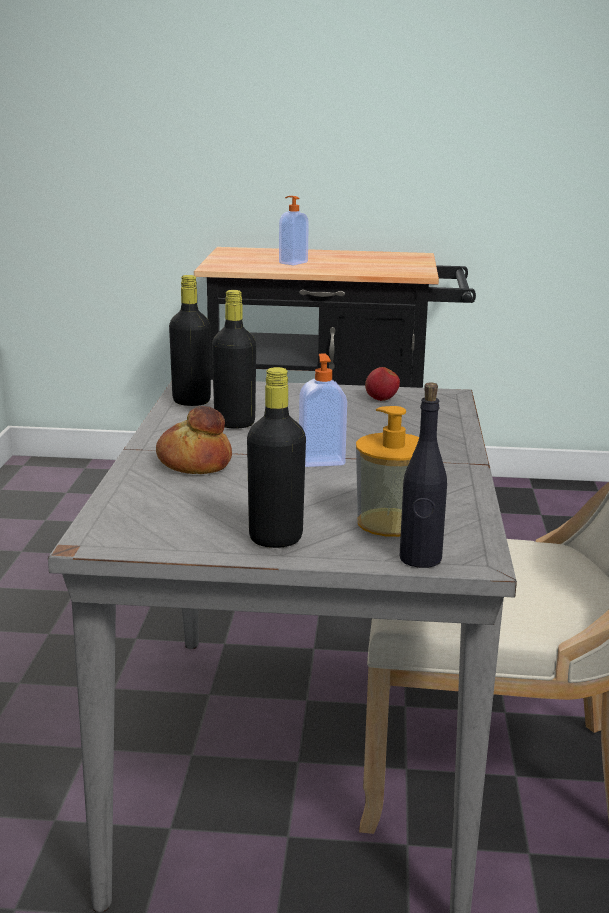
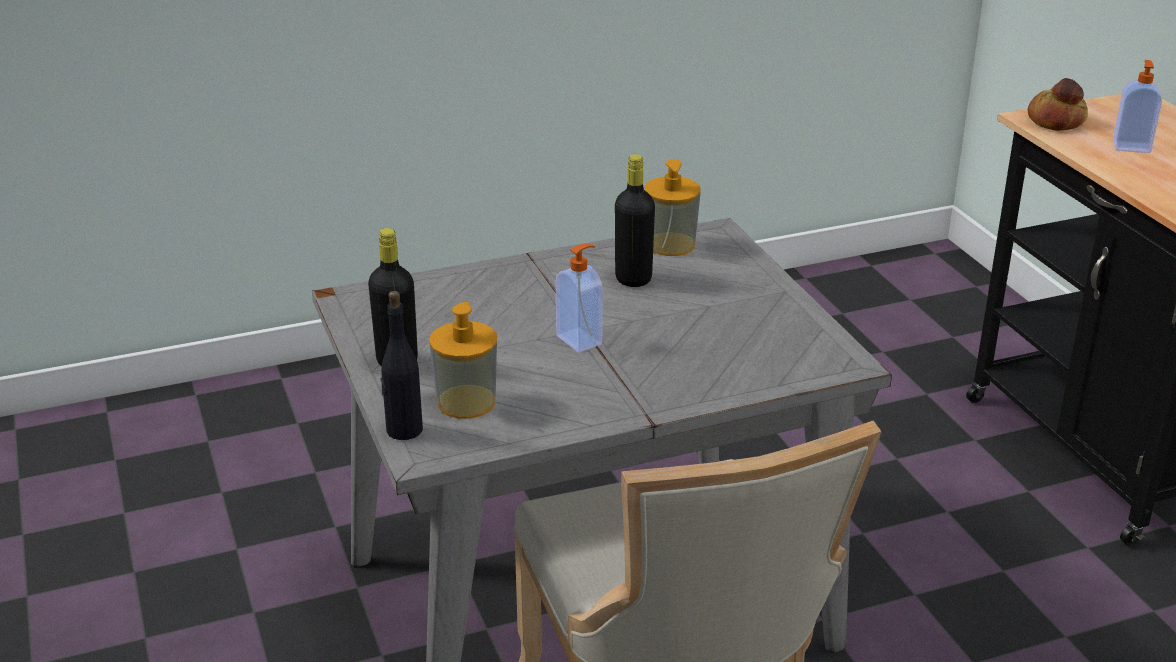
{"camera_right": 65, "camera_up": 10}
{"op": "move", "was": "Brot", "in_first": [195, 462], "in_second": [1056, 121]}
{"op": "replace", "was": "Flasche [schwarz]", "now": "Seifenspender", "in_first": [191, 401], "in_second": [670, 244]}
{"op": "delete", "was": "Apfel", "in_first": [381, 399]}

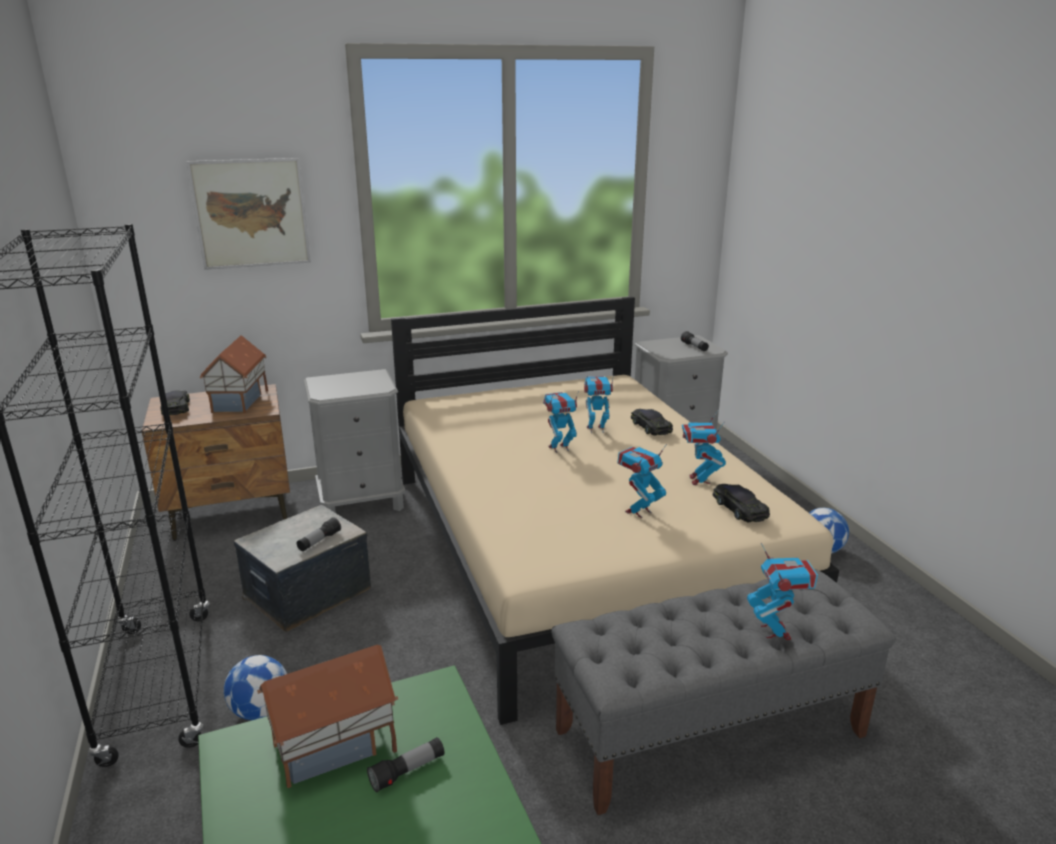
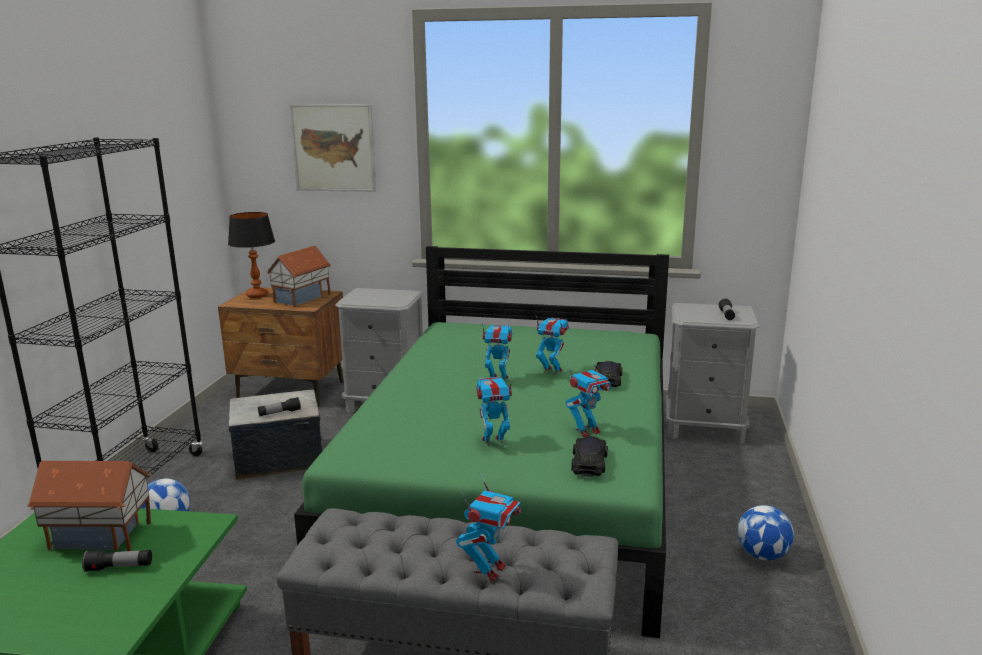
{"camera_right": 30, "camera_up": -5}
{"op": "replace", "was": "Spielzeugauto [schwarz]", "now": "Tischlampe", "in_first": [175, 407], "in_second": [257, 295]}
{"op": "recolor", "was": "Bett [beige]", "now": "Bett [grün]", "in_first": [579, 549], "in_second": [516, 486]}
{"op": "rotate", "was": "Spielzeugroboter", "in_first": [699, 480], "in_second": [587, 431], "clockwise": -150}

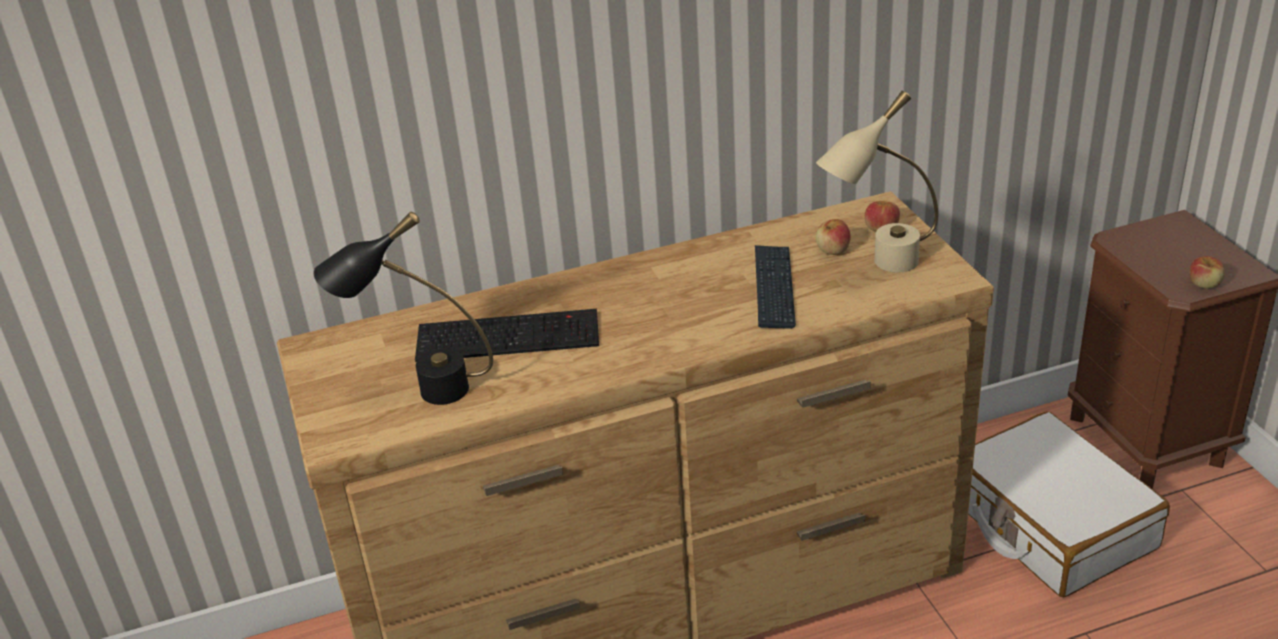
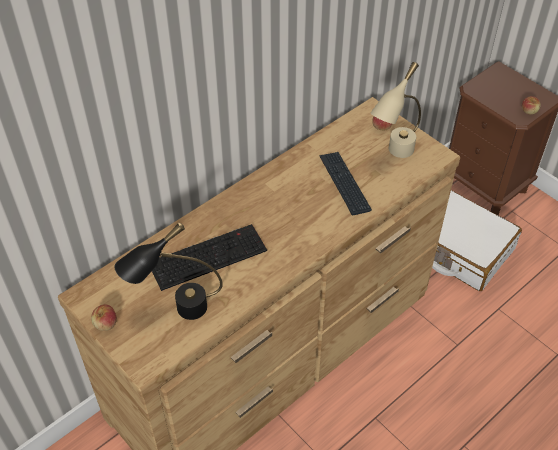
{"camera_right": -25, "camera_up": 15}
{"op": "move", "was": "Apfel", "in_first": [833, 250], "in_second": [106, 324]}

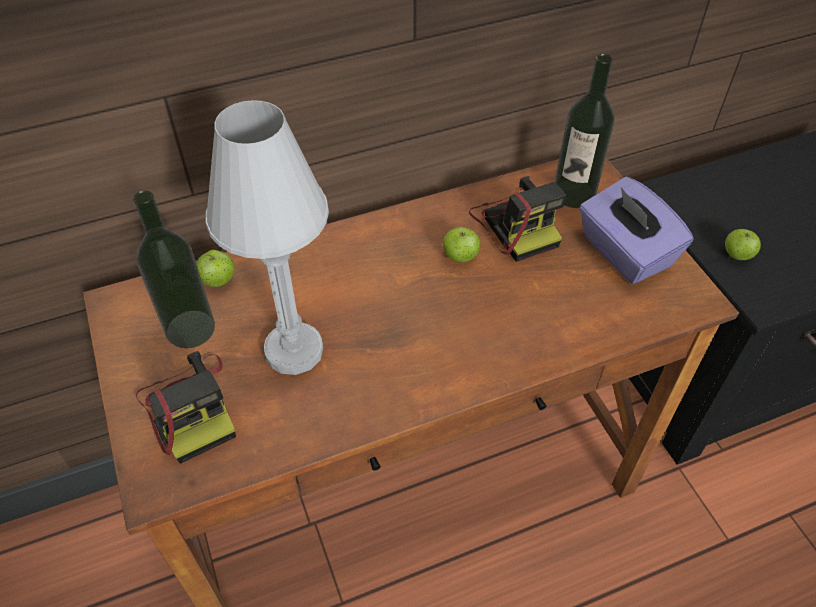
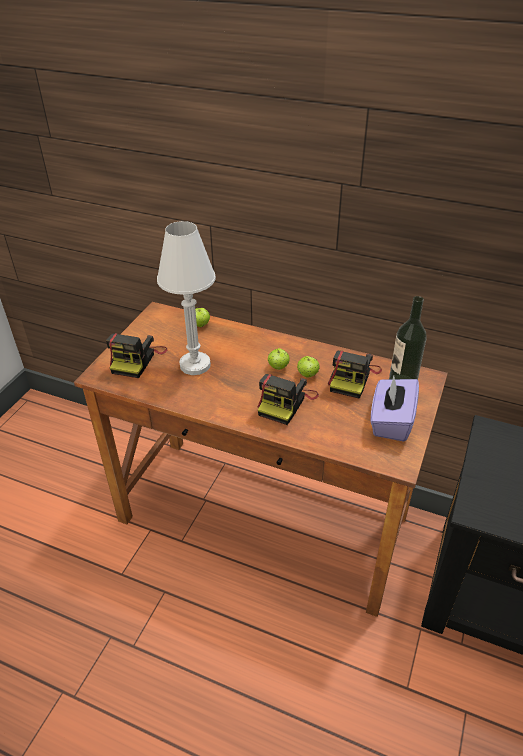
{"camera_right": 45, "camera_up": -10}
{"op": "delete", "was": "Flasche", "in_first": [190, 329]}
{"op": "move", "was": "Apfel", "in_first": [737, 255], "in_second": [278, 367]}
{"op": "insert", "now": "Kamera", "in_second": [286, 402]}

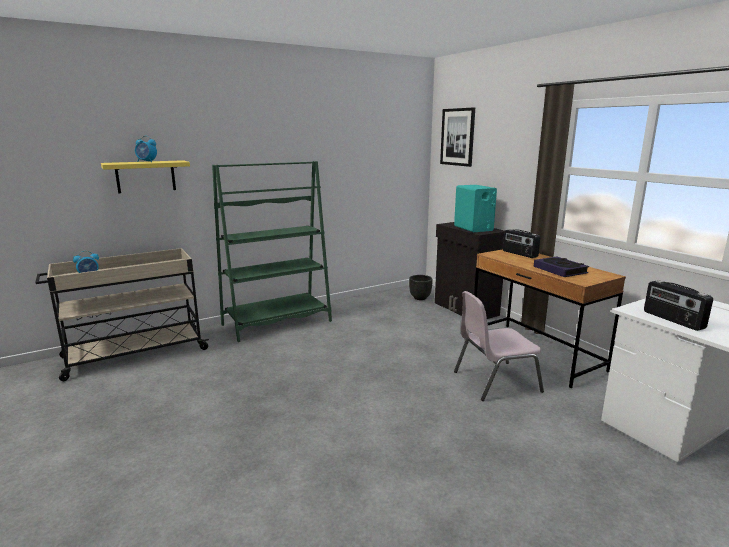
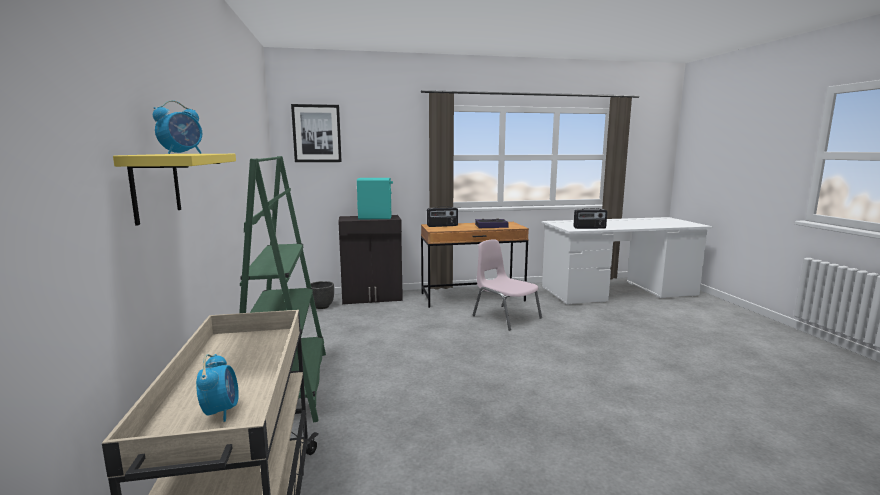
{"camera_right": -70, "camera_up": -5}
{"op": "rotate", "was": "Stuhl [rosa]", "in_first": [494, 381], "in_second": [505, 317], "clockwise": 135}

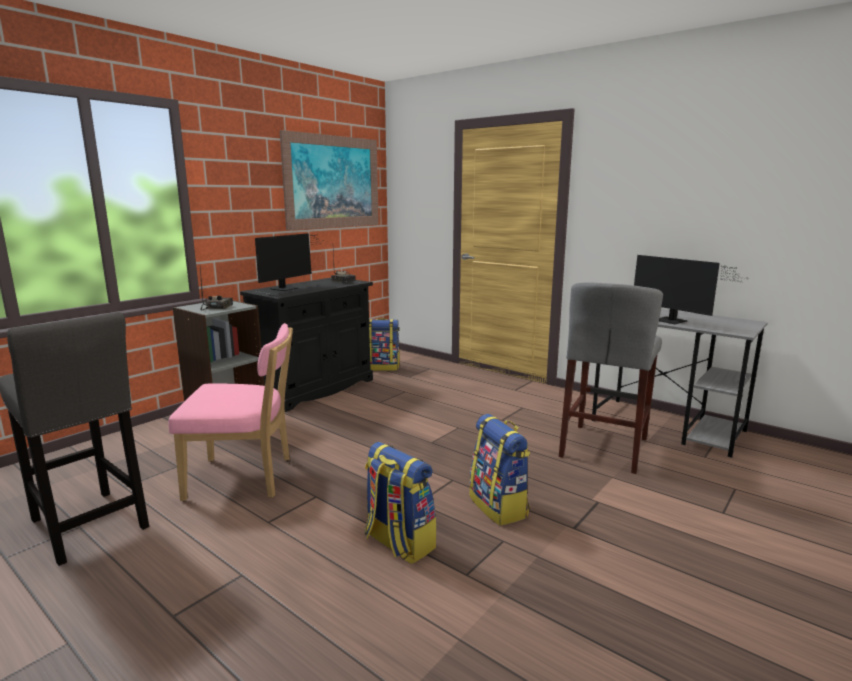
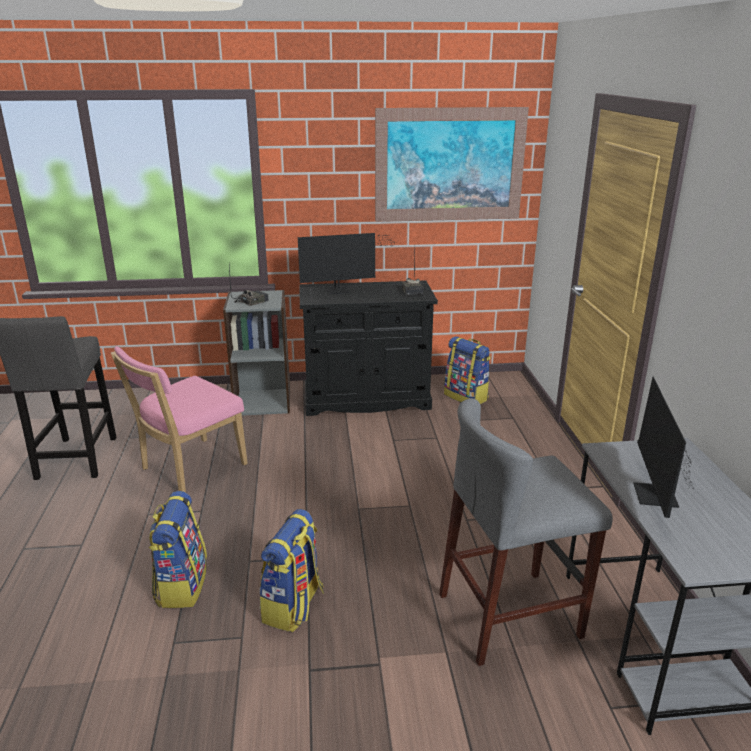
{"camera_right": 45, "camera_up": 10}
{"op": "rotate", "was": "Stuhl [rosa]", "in_first": [245, 478], "in_second": [189, 468], "clockwise": 90}

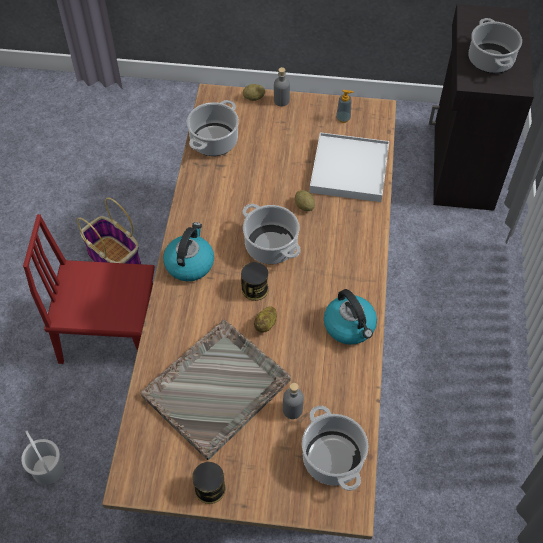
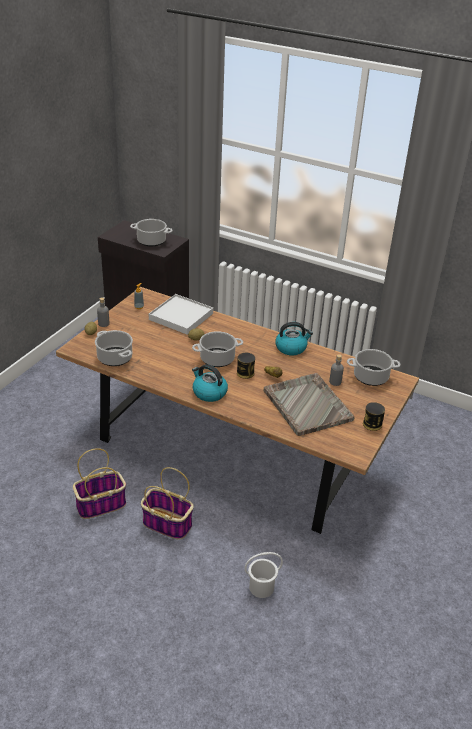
{"camera_right": -70, "camera_up": -20}
{"op": "replace", "was": "Stuhl [rot]", "now": "Korb", "in_first": [110, 333], "in_second": [166, 524]}

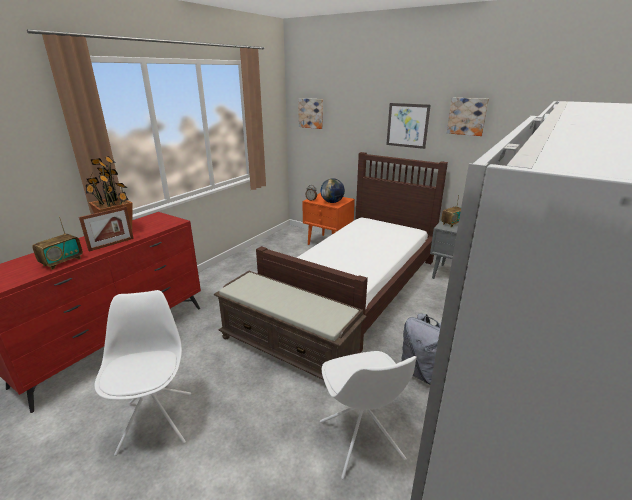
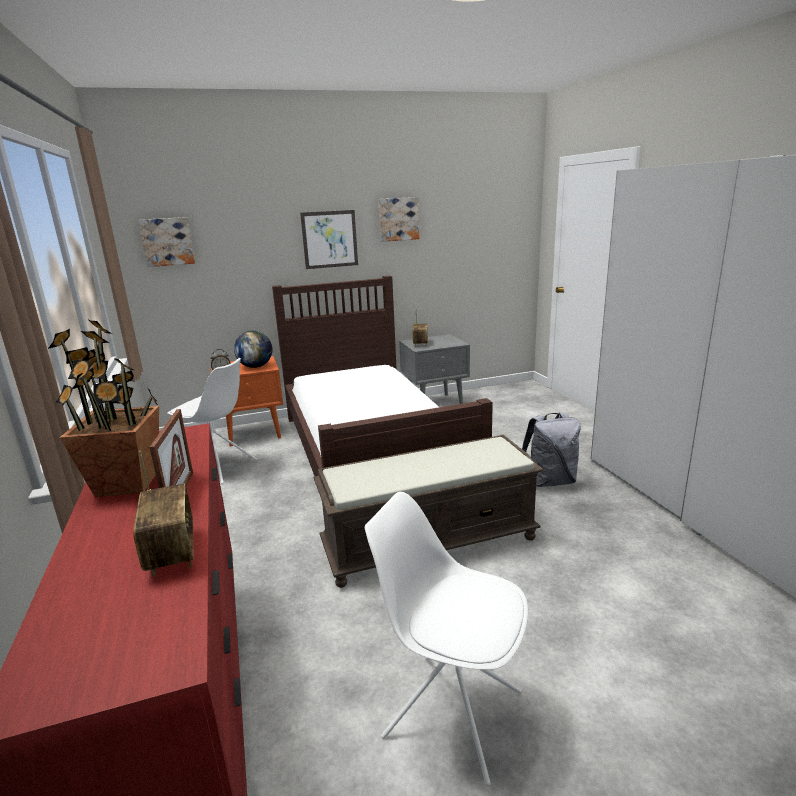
{"camera_right": -50, "camera_up": -5}
{"op": "move", "was": "Stuhl [weiß]", "in_first": [361, 441], "in_second": [219, 468]}

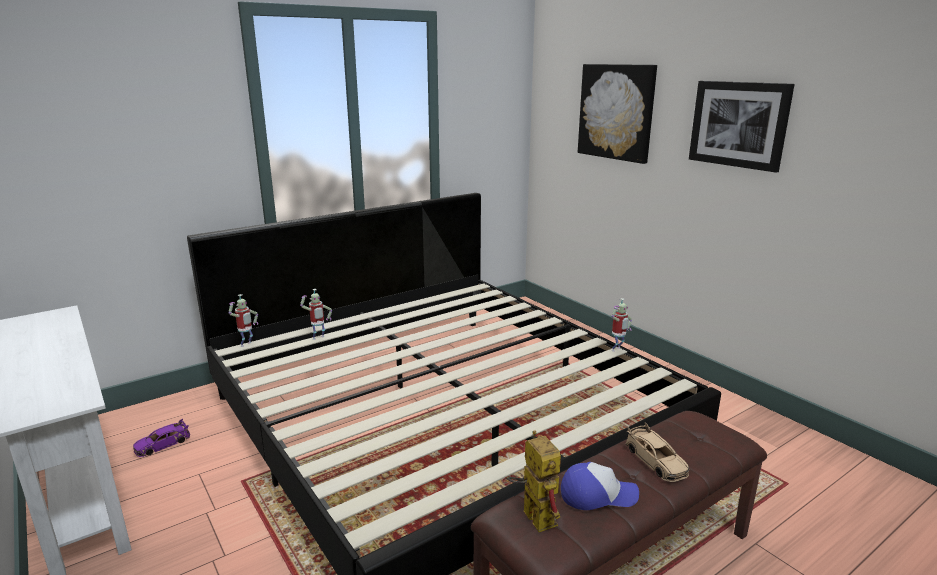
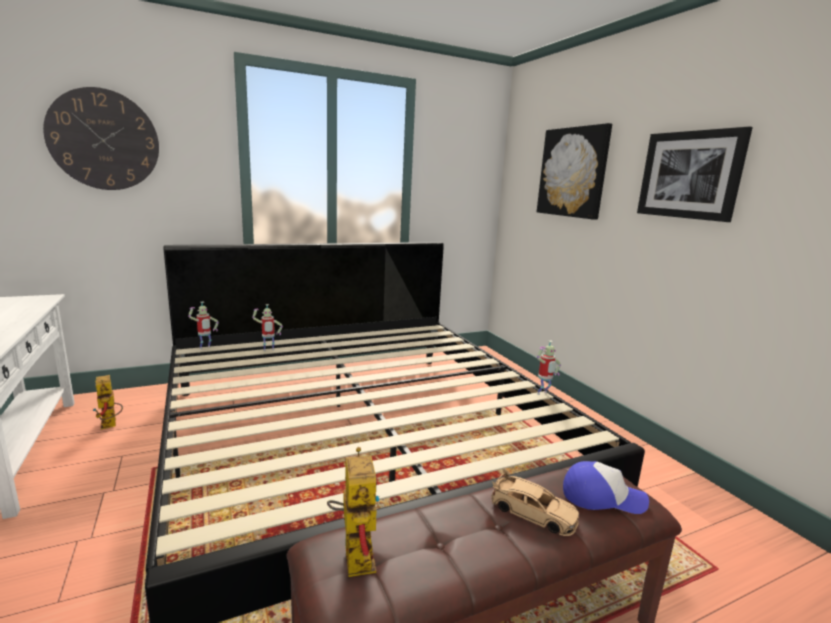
{"camera_right": 10, "camera_up": -5}
{"op": "replace", "was": "Spielzeugauto [lila]", "now": "Spielzeugroboter", "in_first": [163, 444], "in_second": [111, 425]}
{"op": "move", "was": "Kappe", "in_first": [597, 494], "in_second": [602, 497]}
{"op": "rotate", "was": "Spielzeugauto [beige]", "in_first": [655, 461], "in_second": [532, 512], "clockwise": -45}
{"op": "insert", "now": "Wanduhr", "in_second": [104, 140]}

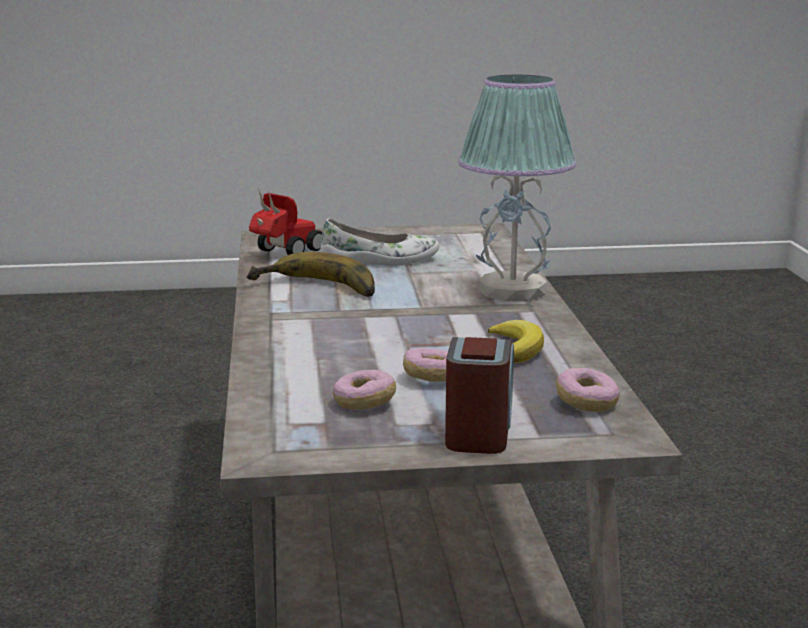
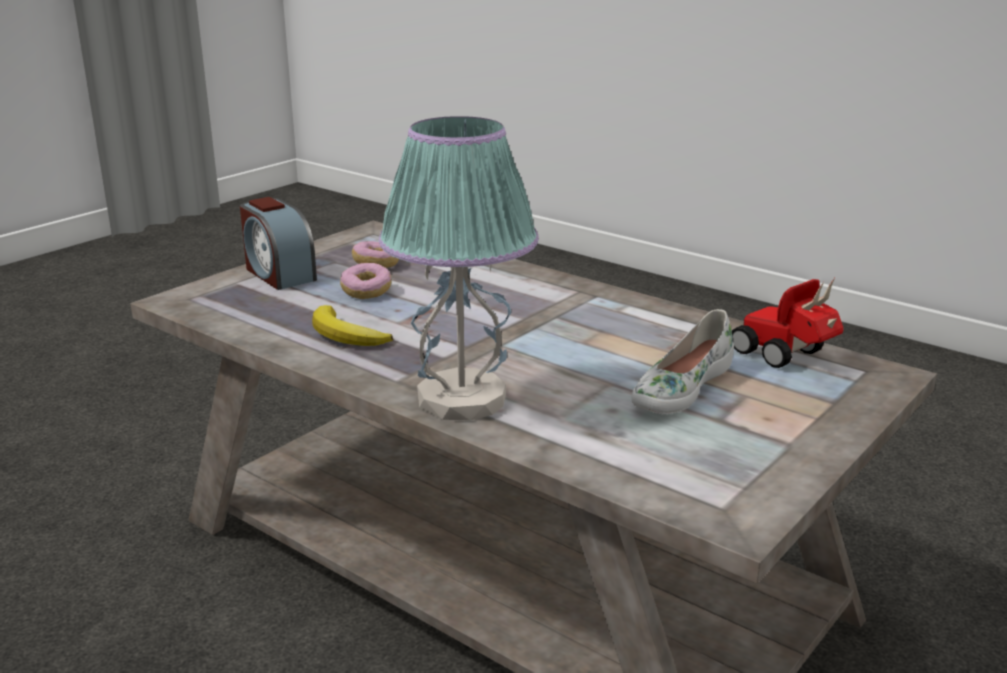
{"camera_right": 135, "camera_up": 5}
{"op": "delete", "was": "Banane", "in_first": [315, 289]}
{"op": "rotate", "was": "Spielzeugauto", "in_first": [284, 253], "in_second": [787, 357], "clockwise": 150}
{"op": "delete", "was": "Donut", "in_first": [587, 403]}

